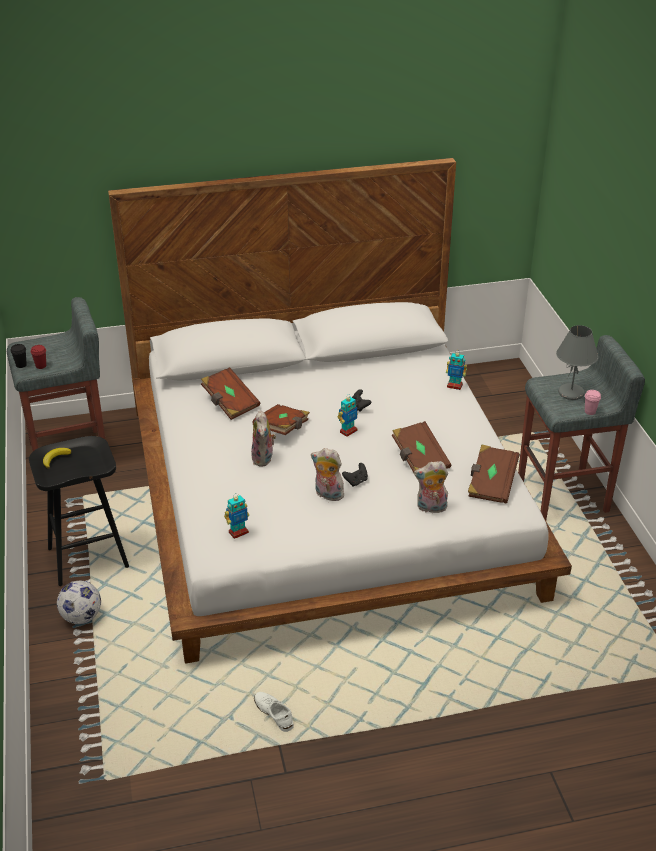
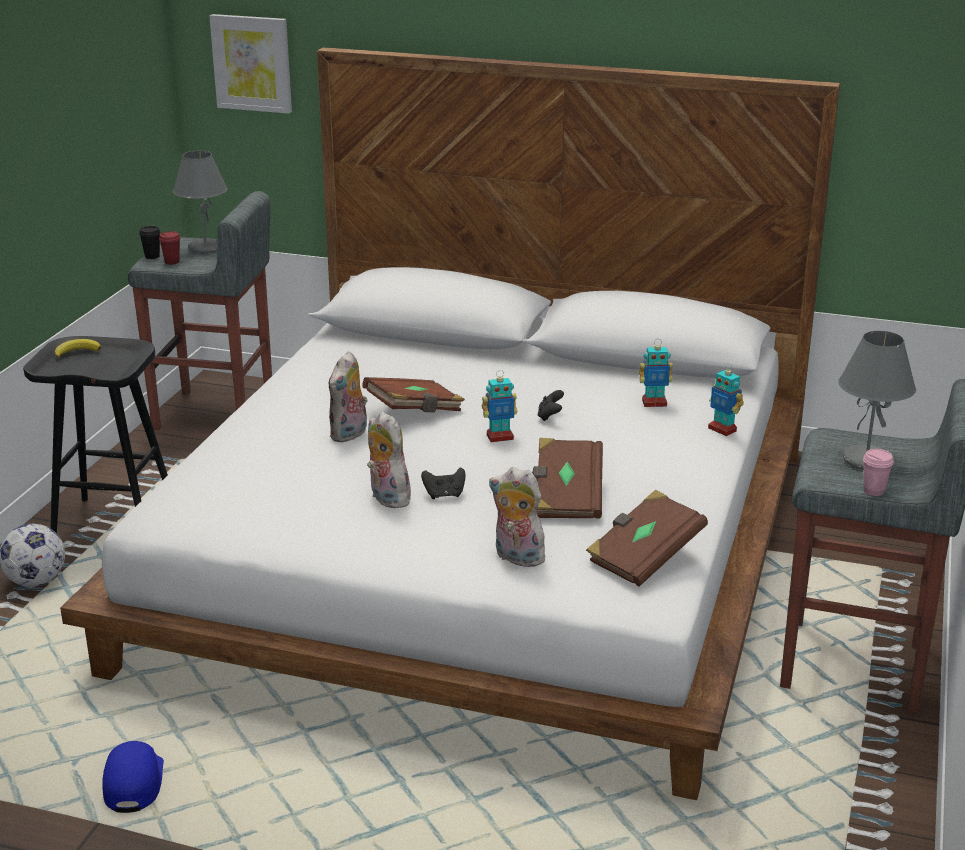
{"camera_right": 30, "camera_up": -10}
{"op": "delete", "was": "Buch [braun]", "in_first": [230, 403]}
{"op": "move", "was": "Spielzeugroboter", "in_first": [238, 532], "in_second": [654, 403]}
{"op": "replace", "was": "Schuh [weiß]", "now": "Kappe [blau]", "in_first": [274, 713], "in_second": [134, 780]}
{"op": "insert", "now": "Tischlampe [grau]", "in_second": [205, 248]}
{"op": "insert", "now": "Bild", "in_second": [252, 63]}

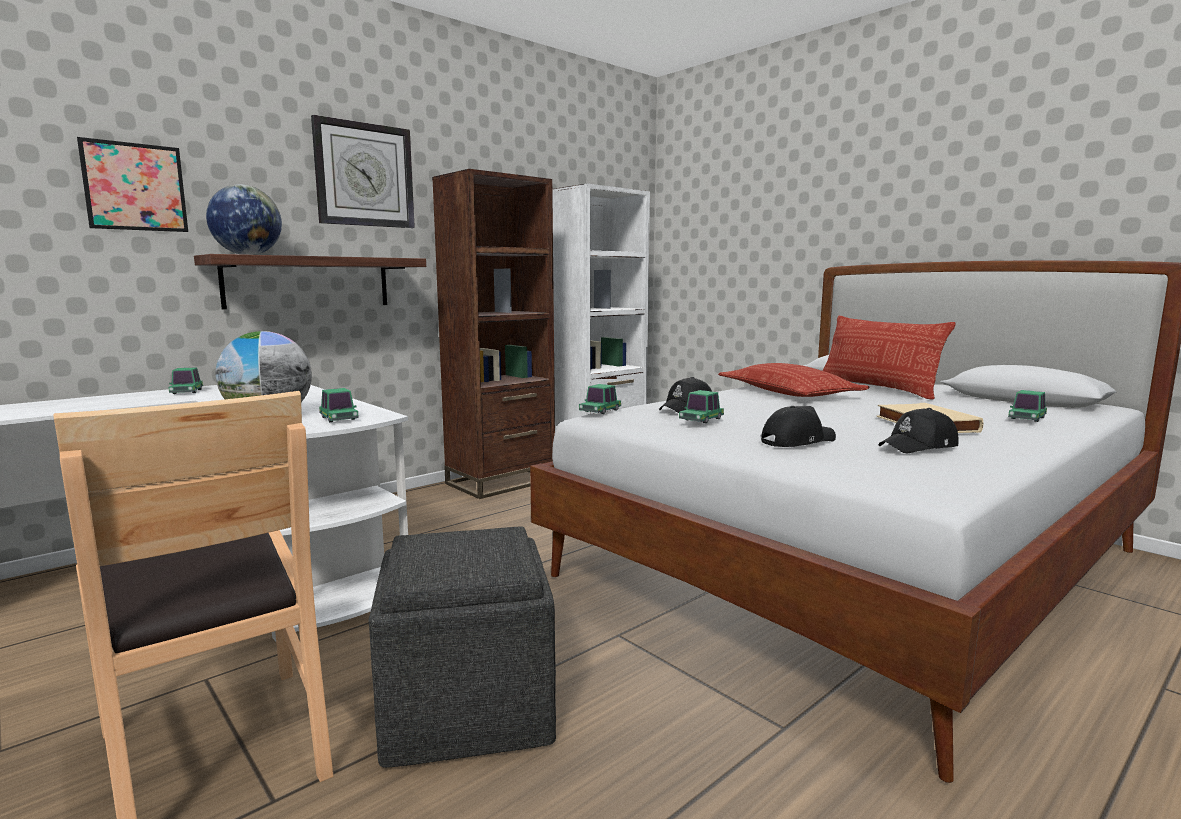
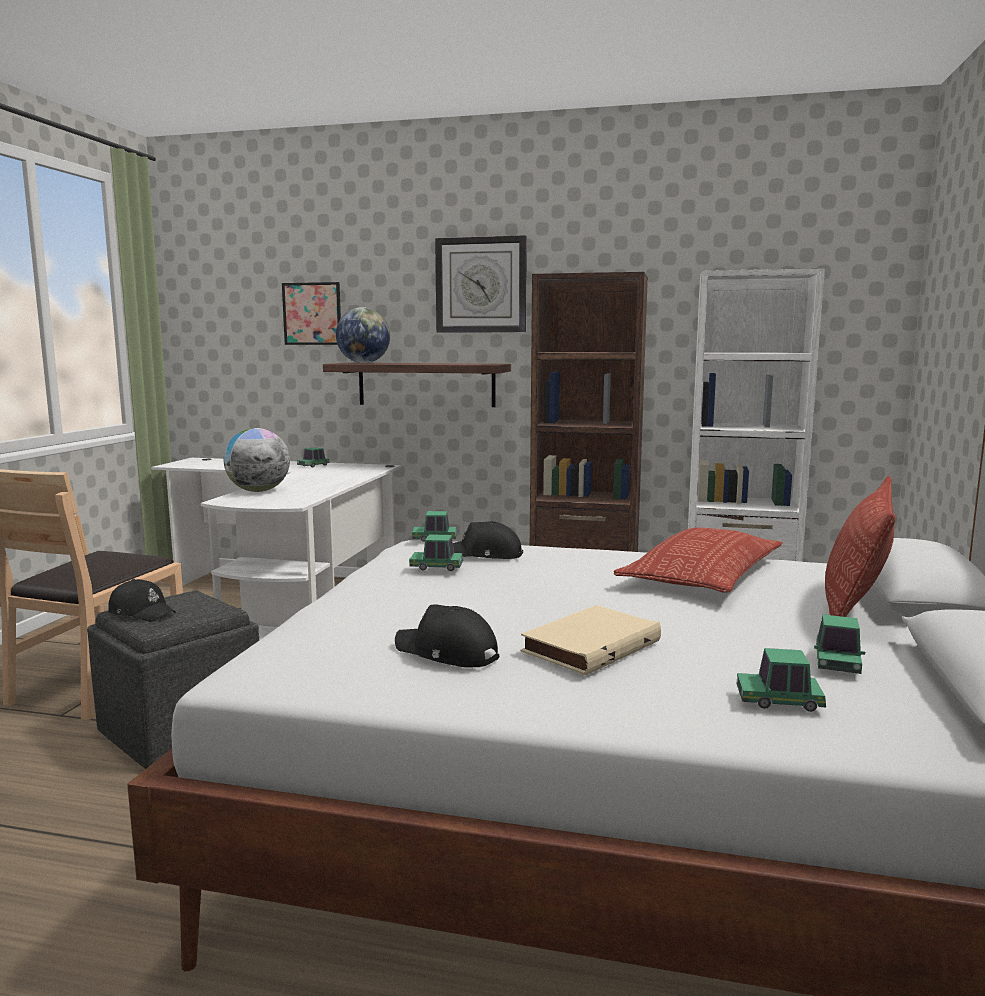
{"camera_right": 55, "camera_up": 0}
{"op": "move", "was": "Spielzeugauto", "in_first": [339, 419], "in_second": [837, 663]}
{"op": "move", "was": "Kappe [schwarz]", "in_first": [797, 441], "in_second": [142, 612]}

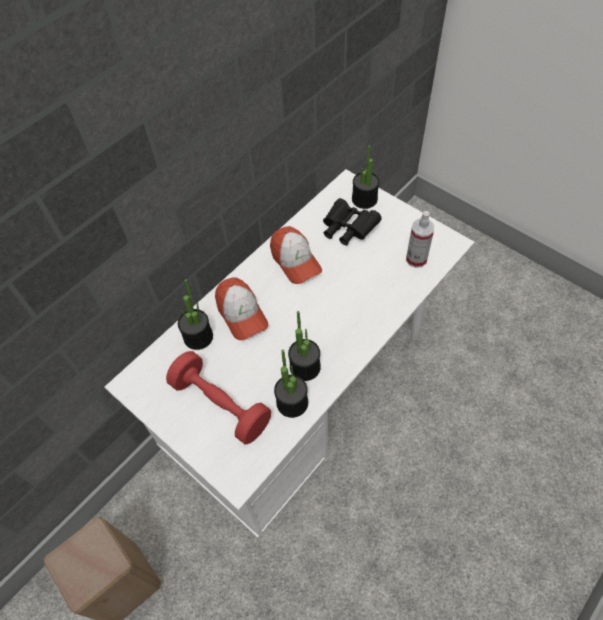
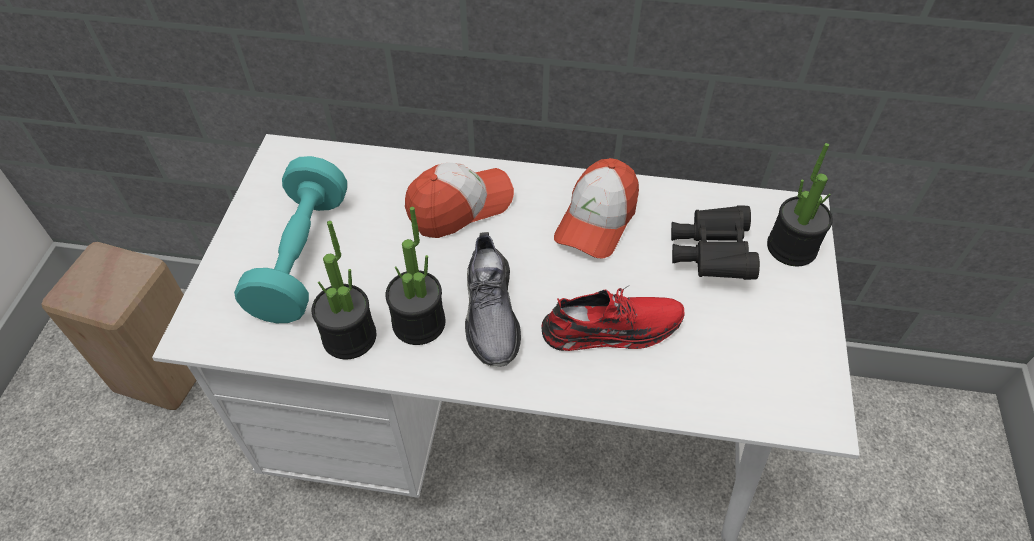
{"camera_right": 55, "camera_up": -5}
{"op": "recolor", "was": "Hantel [rot]", "now": "Hantel [türkis]", "in_first": [221, 404], "in_second": [301, 257]}
{"op": "delete", "was": "Topfpflanze", "in_first": [198, 337]}
{"op": "rotate", "was": "Kappe", "in_first": [241, 314], "in_second": [459, 206], "clockwise": -150}
{"op": "delete", "was": "Sprühflasche", "in_first": [416, 259]}
{"op": "insert", "now": "Schuh [grau]", "in_second": [491, 312]}
{"op": "insert", "now": "Schuh [rot]", "in_second": [612, 329]}

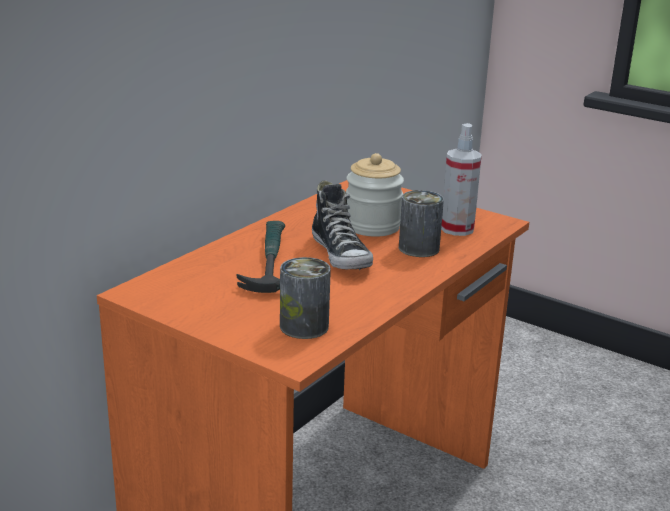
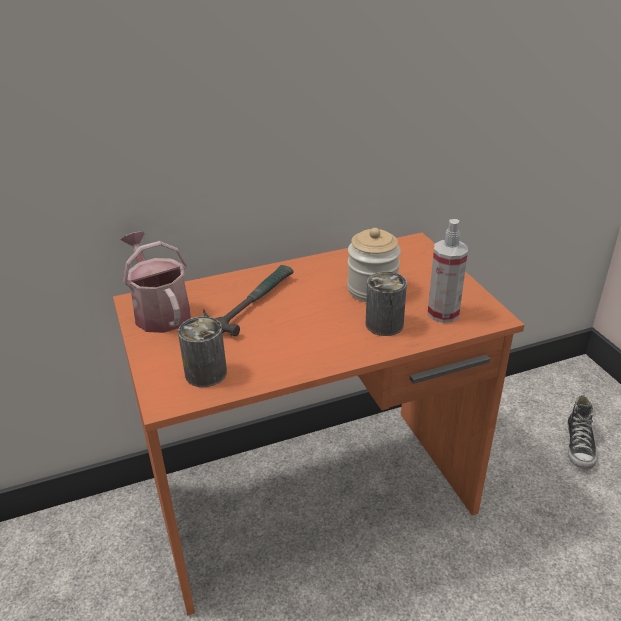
{"camera_right": 35, "camera_up": 10}
{"op": "move", "was": "Schuh", "in_first": [341, 255], "in_second": [579, 446]}
{"op": "insert", "now": "Gießkanne", "in_second": [159, 311]}

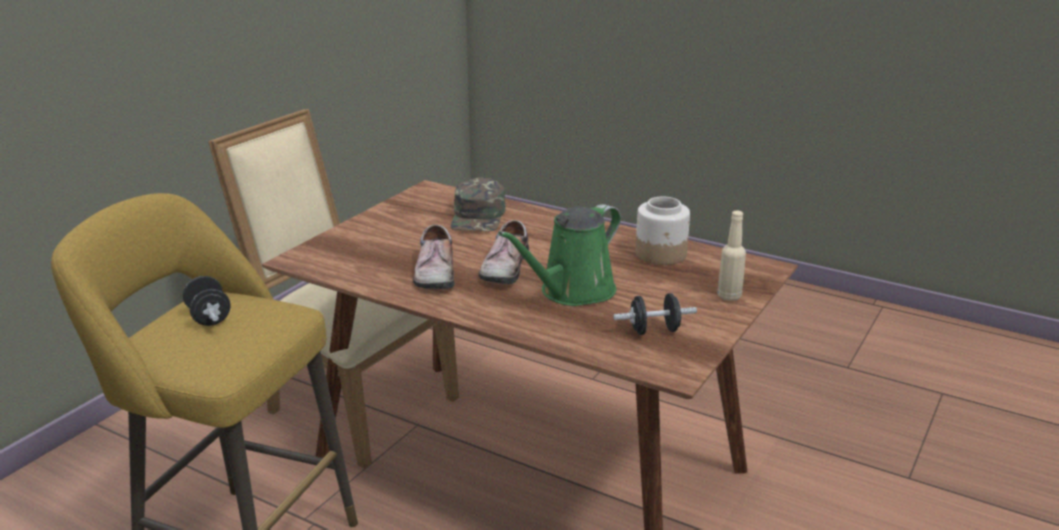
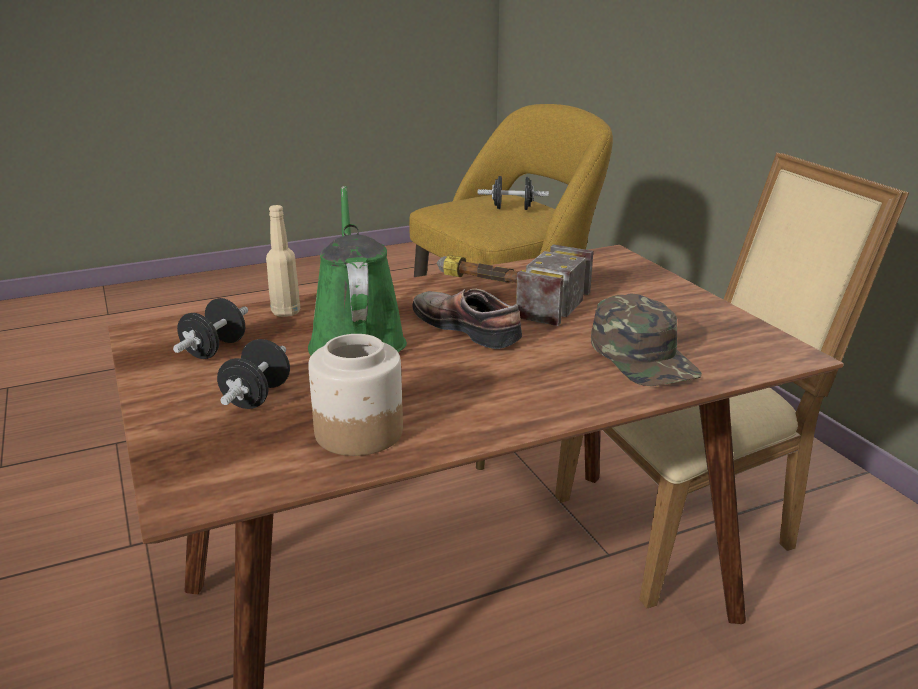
{"camera_right": 125, "camera_up": 0}
{"op": "replace", "was": "Schuh", "now": "Hammer", "in_first": [433, 273], "in_second": [503, 295]}
{"op": "rotate", "was": "Kappe [grün]", "in_first": [478, 217], "in_second": [644, 356], "clockwise": -150}
{"op": "move", "was": "Flasche [beige]", "in_first": [729, 296], "in_second": [286, 312]}
{"op": "insert", "now": "Hantel [schwarz]", "in_second": [257, 397]}

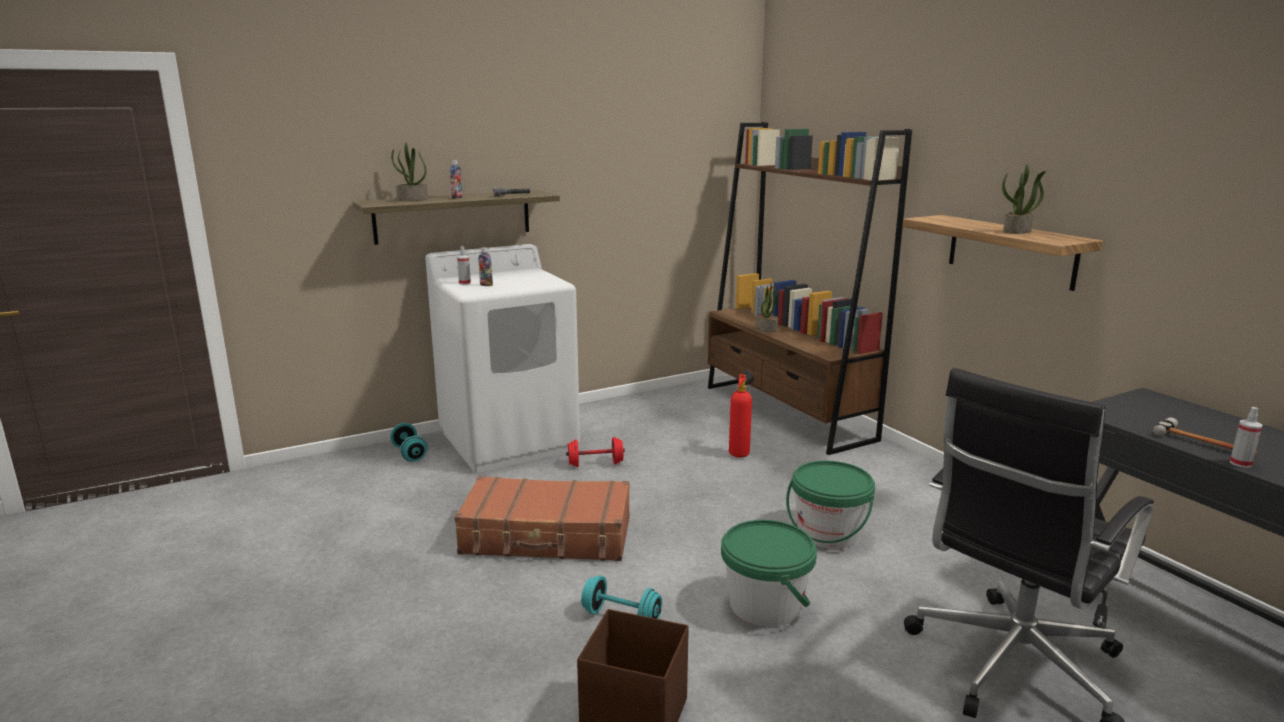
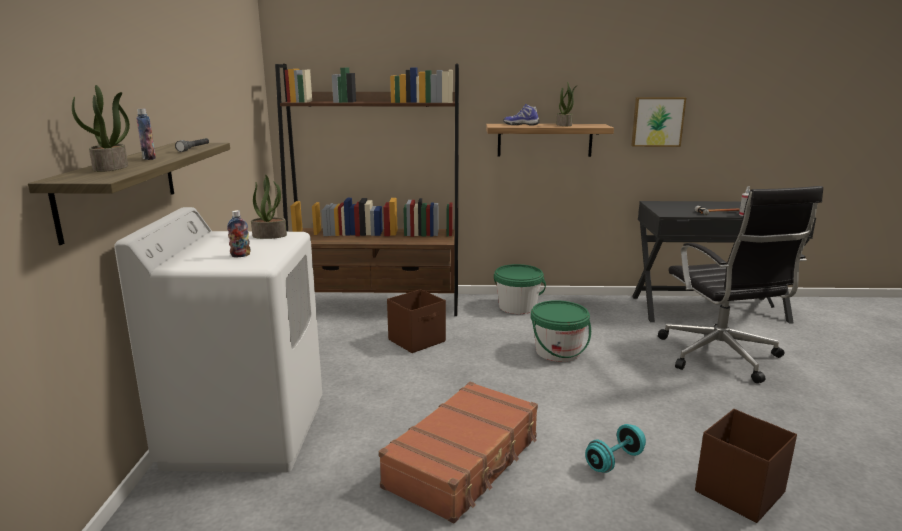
{"camera_right": -60, "camera_up": 0}
{"op": "delete", "was": "Hantel [türkis]", "in_first": [409, 454]}
{"op": "delete", "was": "Sprühflasche", "in_first": [464, 283]}
{"op": "delete", "was": "Hantel [rot]", "in_first": [595, 464]}
{"op": "move", "was": "Eimer [grün]", "in_first": [765, 605], "in_second": [517, 307]}
{"op": "replace", "was": "Feuerlöscher", "now": "Aufbewahrungsbox [braun]", "in_first": [740, 453], "in_second": [417, 340]}
{"op": "move", "was": "Topfpflanze", "in_first": [767, 329], "in_second": [270, 235]}
{"op": "insert", "now": "Schuh", "in_second": [521, 125]}
{"op": "insert", "now": "Bild", "in_second": [657, 121]}

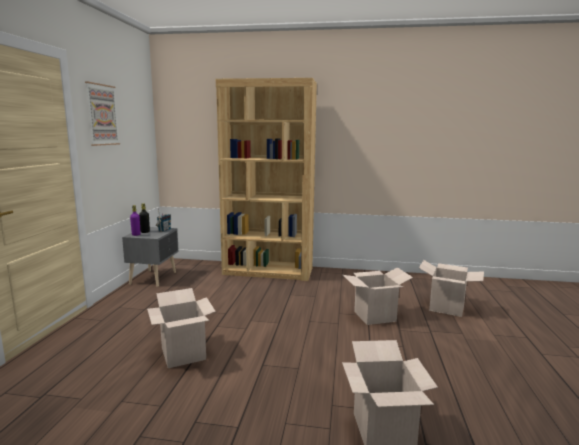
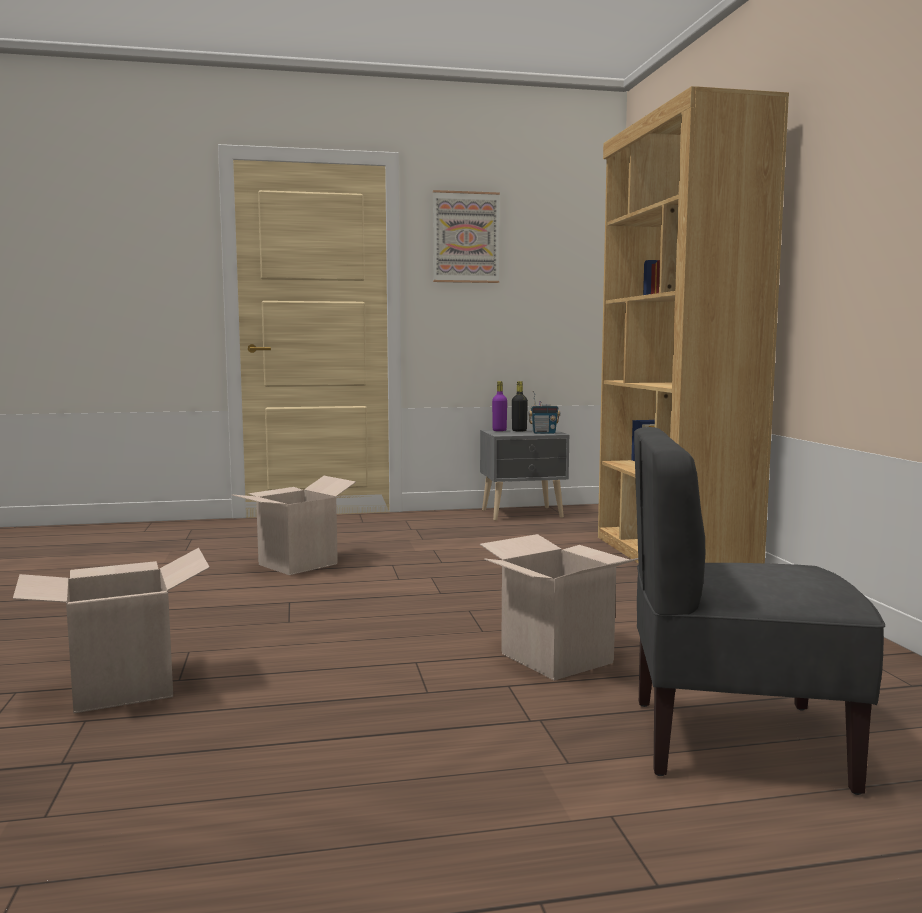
{"camera_right": 70, "camera_up": -5}
{"op": "replace", "was": "Karton", "now": "Stuhl [grau]", "in_first": [446, 308], "in_second": [736, 742]}

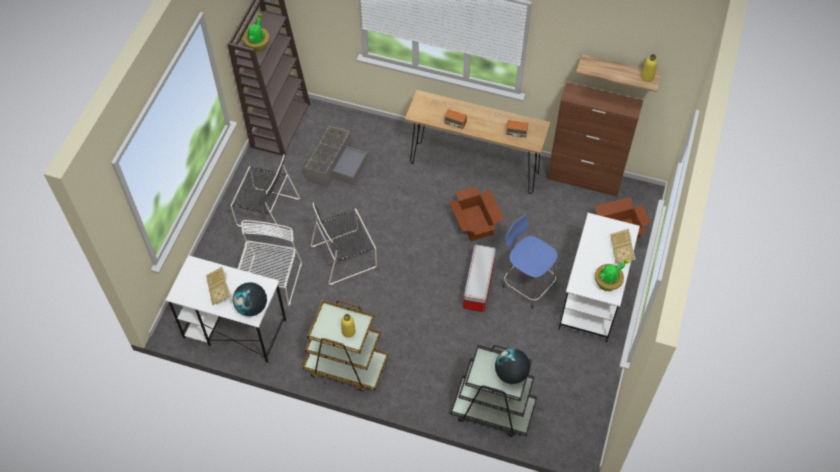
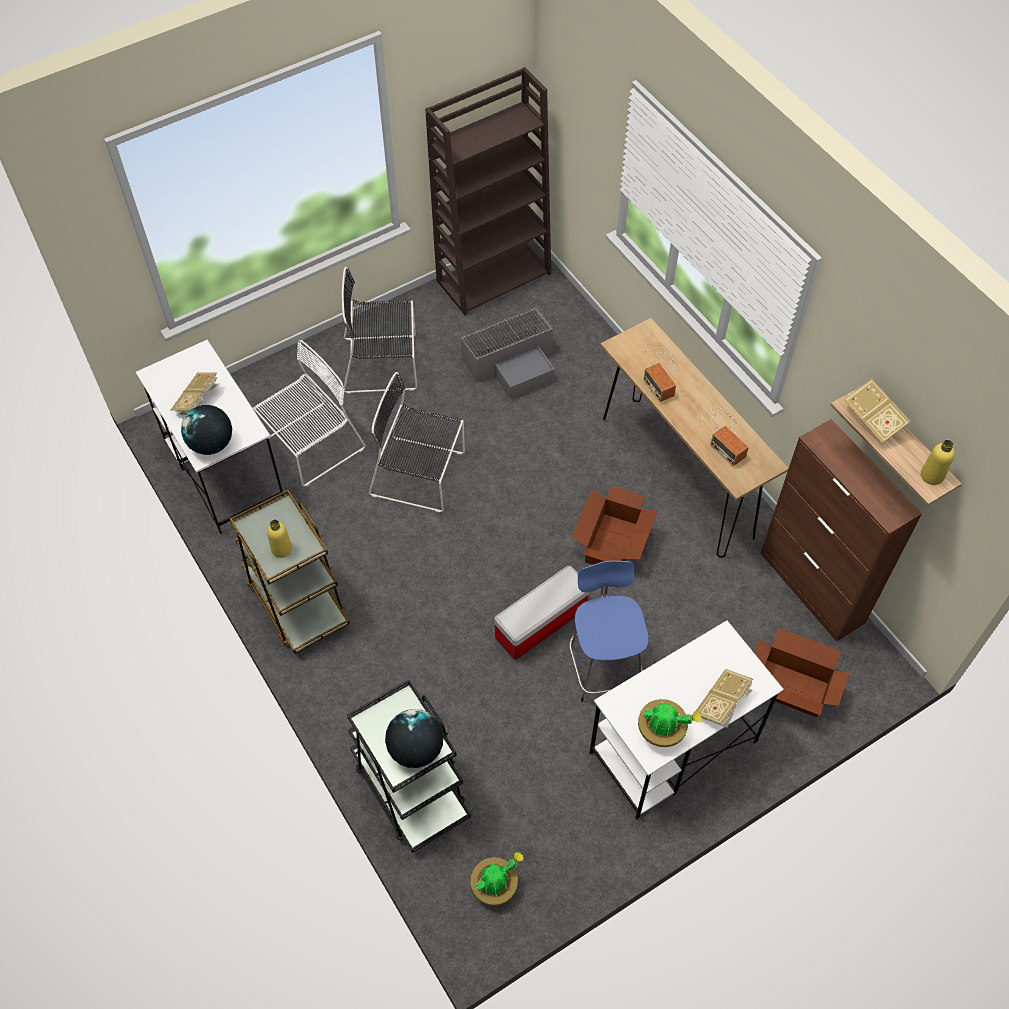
{"camera_right": 40, "camera_up": 0}
{"op": "rotate", "was": "Stuhl [schwarz]", "in_first": [266, 211], "in_second": [383, 364], "clockwise": 120}
{"op": "move", "was": "Topfpflanze", "in_first": [258, 45], "in_second": [496, 886]}
{"op": "insert", "now": "Buch", "in_second": [874, 421]}

